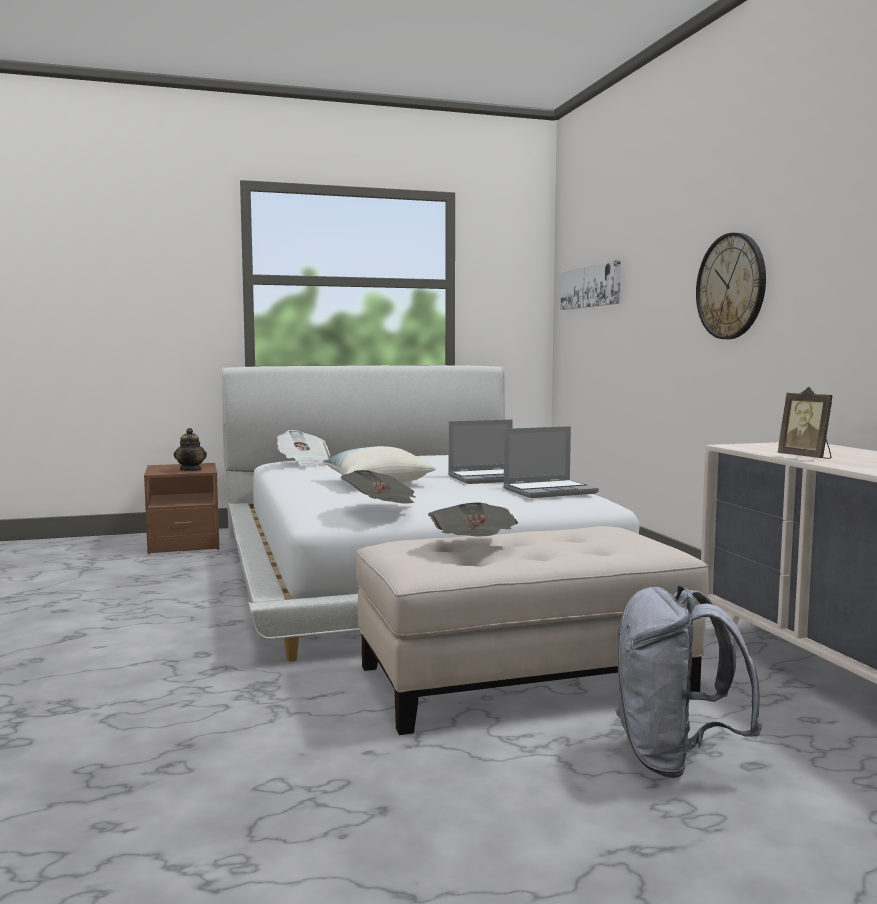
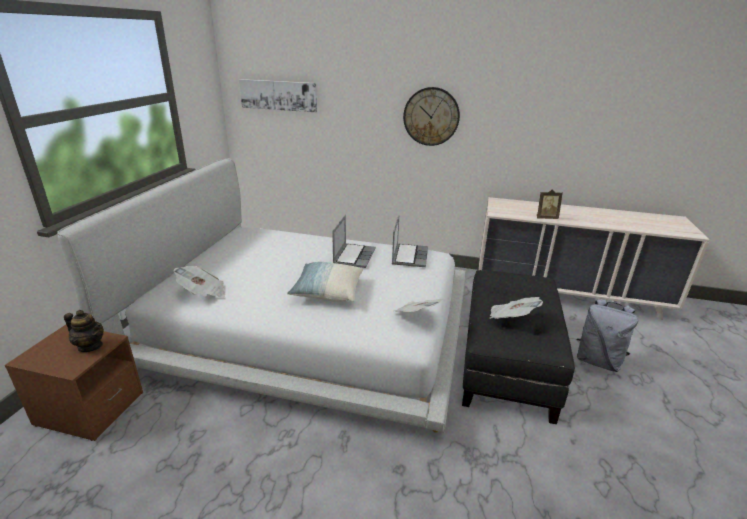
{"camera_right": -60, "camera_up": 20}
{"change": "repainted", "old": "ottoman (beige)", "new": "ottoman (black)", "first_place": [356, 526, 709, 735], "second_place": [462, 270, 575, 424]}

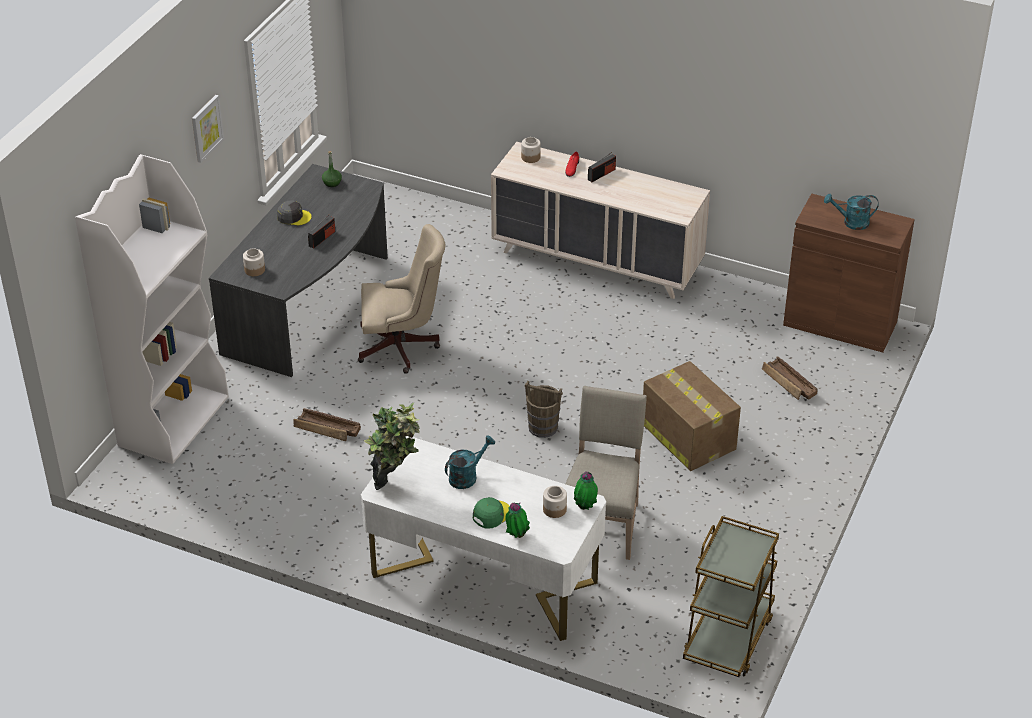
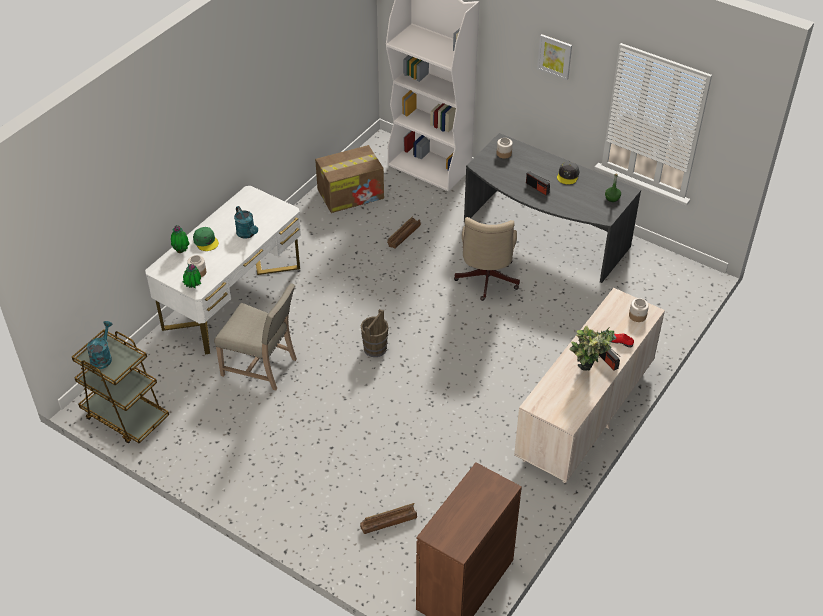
{"camera_right": 100, "camera_up": 5}
{"change": "shifted", "old": "watering can (turquoise)", "first_place": [824, 194, 879, 230], "second_place": [87, 321, 112, 369]}
{"change": "shifted", "old": "cardboard box", "first_place": [643, 361, 741, 471], "second_place": [315, 145, 384, 213]}
{"change": "shifted", "old": "potted plant", "first_place": [363, 402, 420, 490], "second_place": [569, 326, 617, 371]}

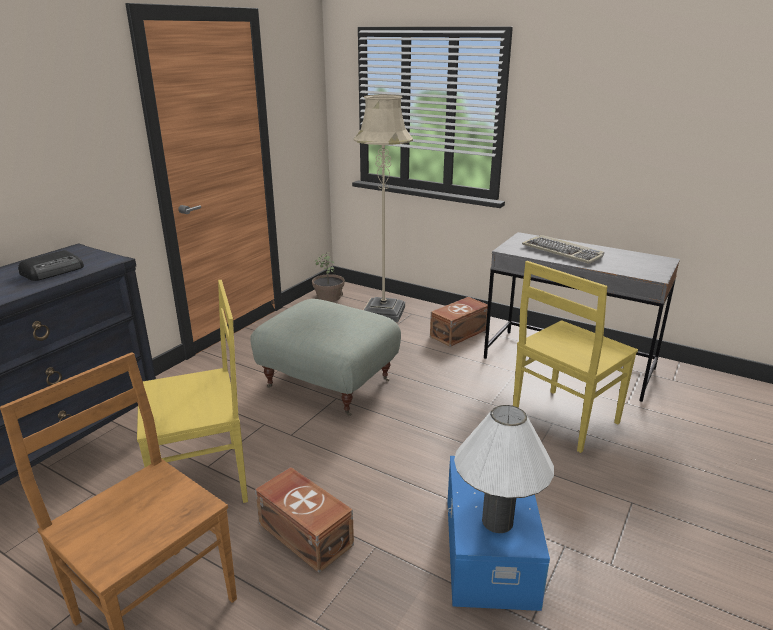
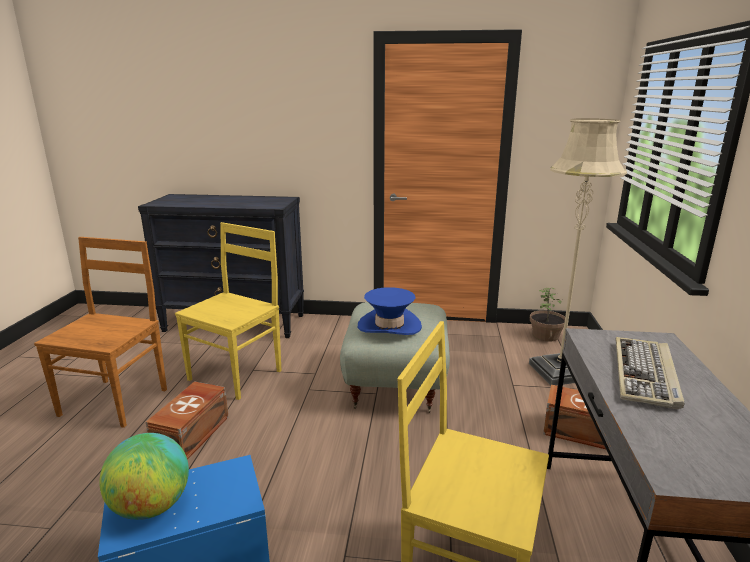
{"camera_right": 65, "camera_up": -5}
{"change": "gone", "old": "radio", "first_place": [18, 250, 84, 281]}
{"change": "rotated", "old": "chair (yellow)", "first_place": [137, 280, 248, 503], "second_place": [175, 222, 281, 400], "degrees": -105}
{"change": "swapped", "old": "table lamp (white)", "new": "globe", "first_place": [454, 405, 554, 533], "second_place": [99, 433, 189, 520]}
{"change": "new", "new": "hat (blue)", "second_place": [358, 287, 422, 335]}

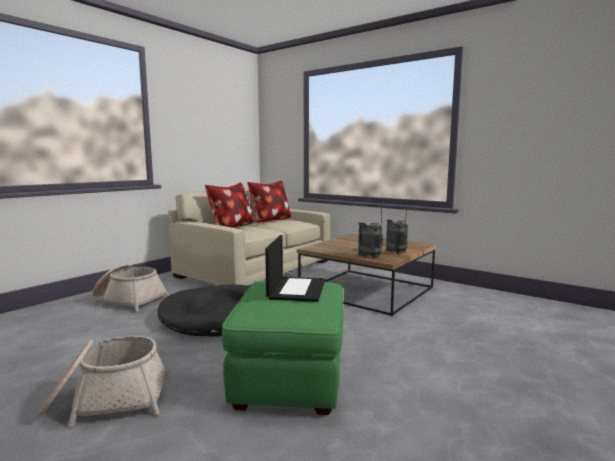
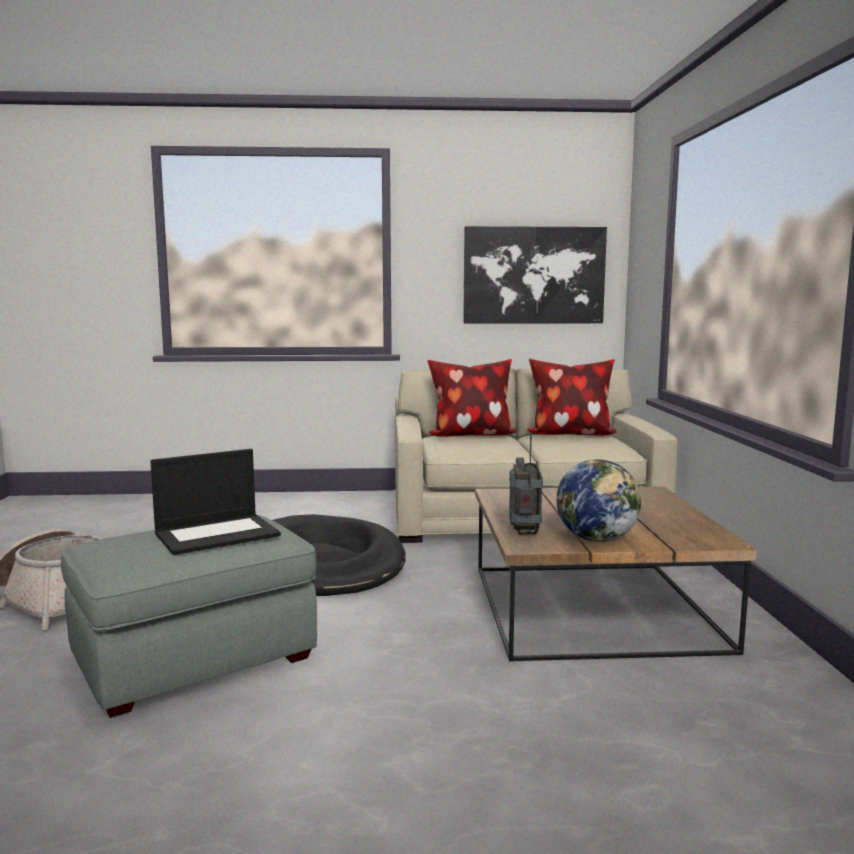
{"camera_right": 50, "camera_up": 0}
{"change": "swapped", "old": "radio", "new": "globe", "first_place": [385, 206, 408, 254], "second_place": [556, 459, 641, 542]}
{"change": "gone", "old": "basket", "first_place": [92, 264, 169, 312]}
{"change": "repainted", "old": "ottoman (green)", "new": "ottoman (grey)", "first_place": [222, 281, 343, 415], "second_place": [61, 515, 317, 718]}
{"change": "new", "new": "picture", "second_place": [463, 226, 607, 324]}

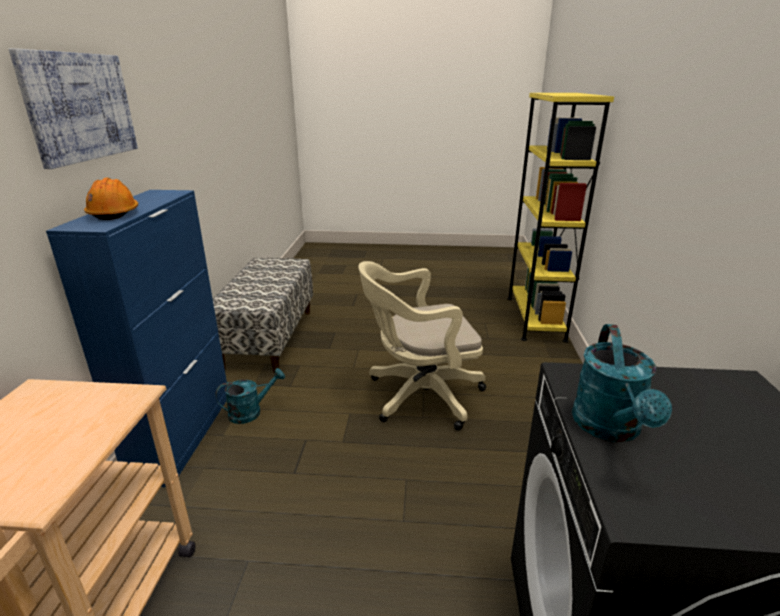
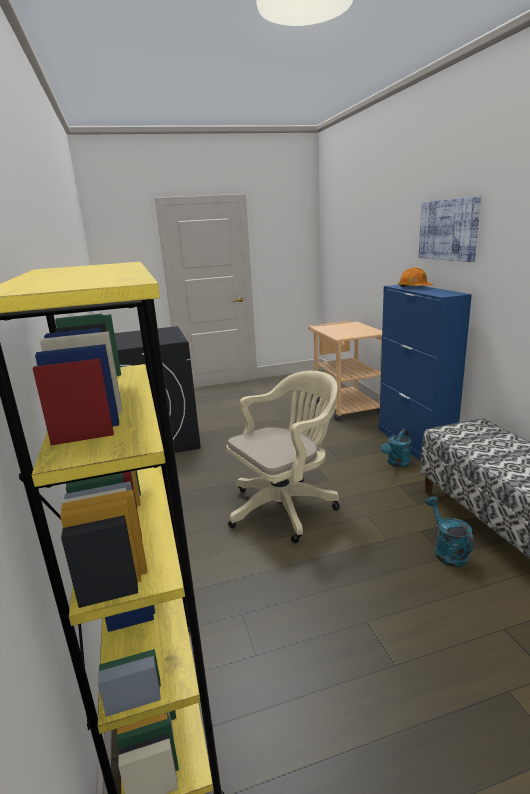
{"camera_right": 160, "camera_up": -5}
{"change": "shifted", "old": "watering can (turquoise)", "first_place": [572, 324, 672, 442], "second_place": [425, 497, 474, 567]}

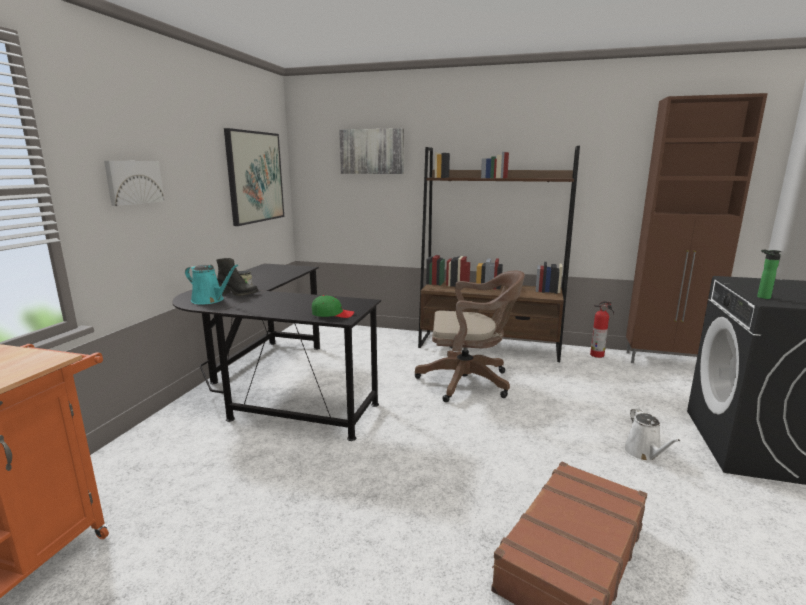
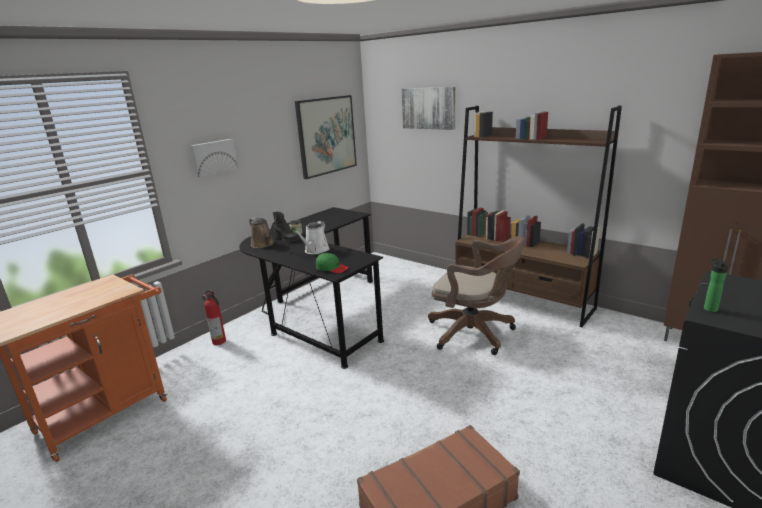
{"camera_right": 25, "camera_up": 5}
{"change": "repainted", "old": "watering can (turquoise)", "new": "watering can (brown)", "first_place": [185, 265, 238, 304], "second_place": [249, 218, 276, 248]}
{"change": "shifted", "old": "fire extinguisher", "first_place": [590, 301, 614, 358], "second_place": [202, 290, 226, 345]}
{"change": "shifted", "old": "watering can (white)", "first_place": [624, 409, 680, 462], "second_place": [294, 221, 330, 254]}

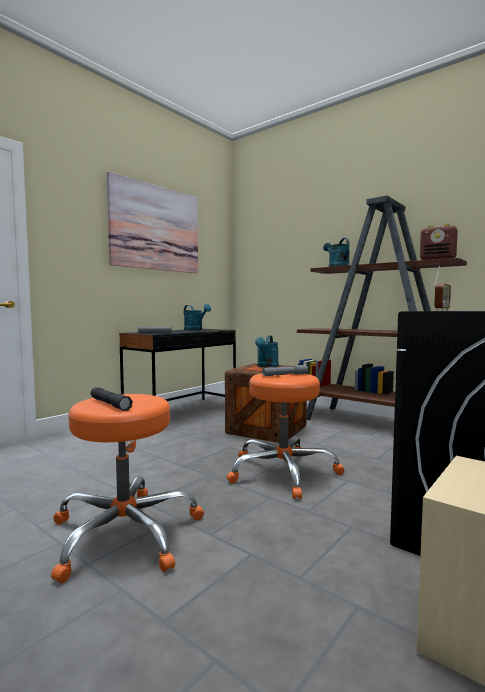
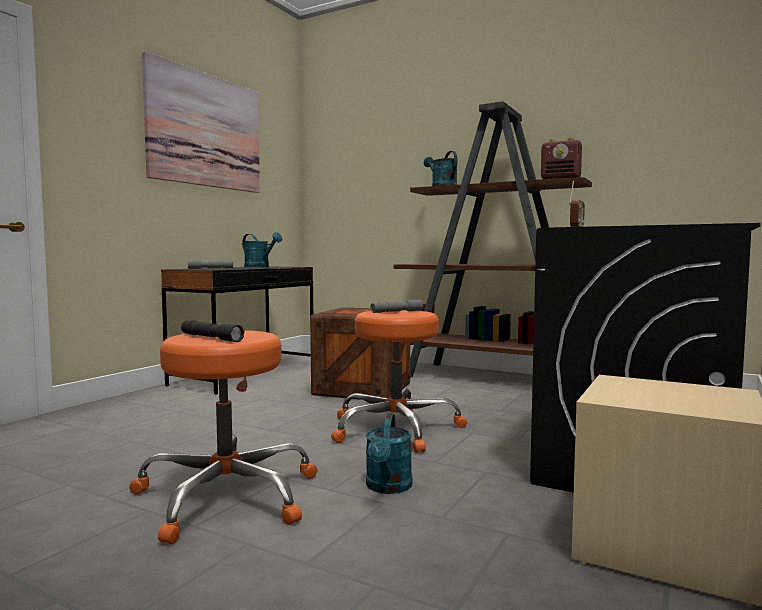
{"camera_right": -10, "camera_up": 0}
{"change": "shifted", "old": "watering can (turquoise)", "first_place": [255, 336, 279, 367], "second_place": [366, 414, 412, 494]}

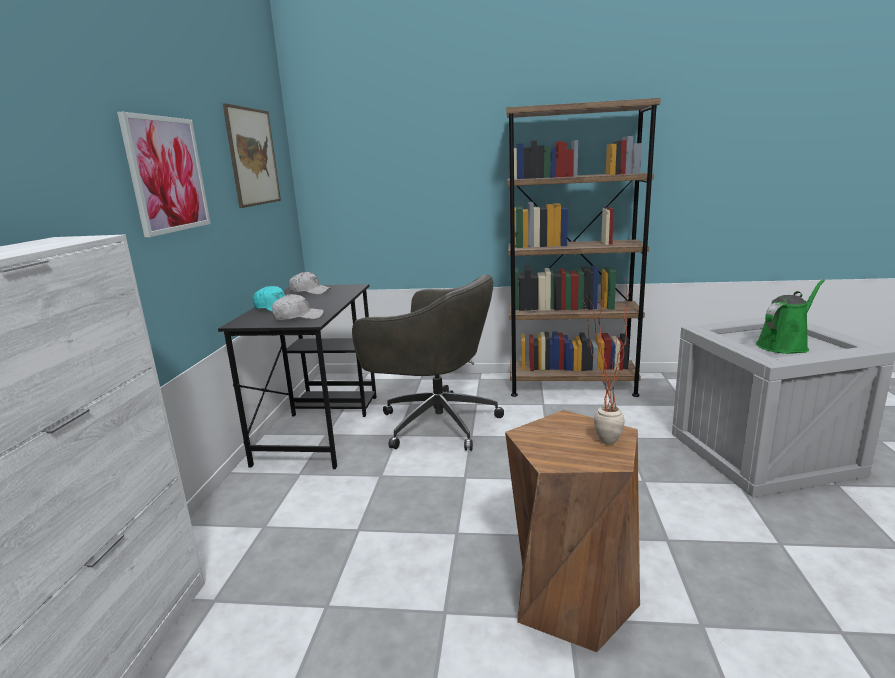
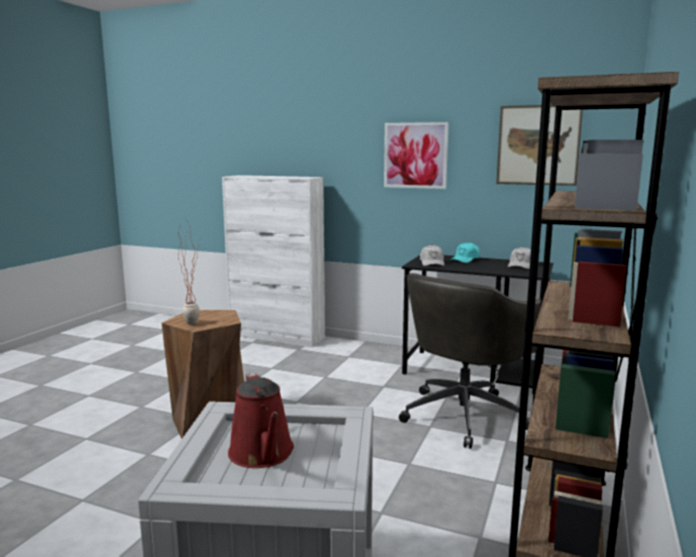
{"camera_right": 105, "camera_up": -5}
{"change": "repainted", "old": "watering can (green)", "new": "watering can (red)", "first_place": [756, 279, 825, 354], "second_place": [228, 372, 294, 468]}

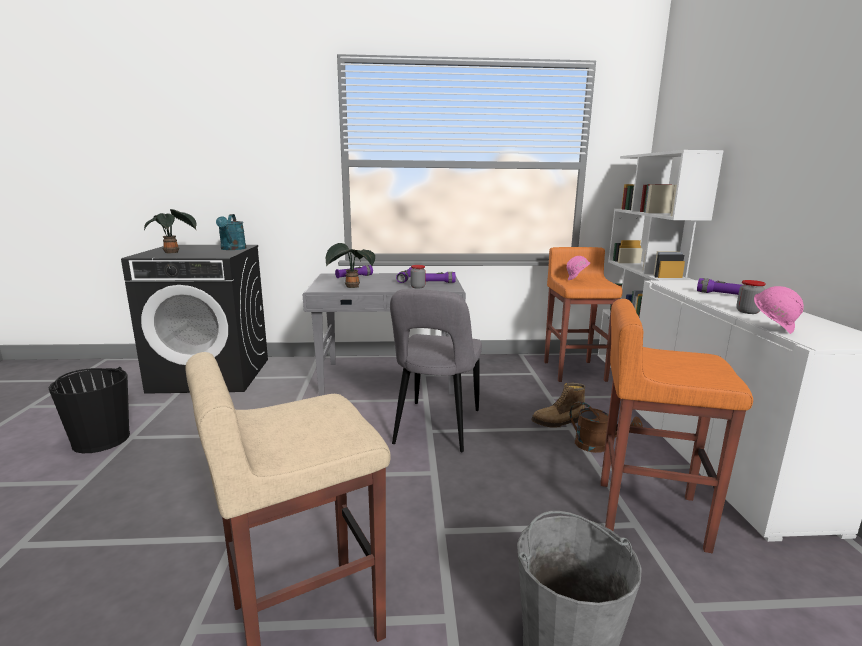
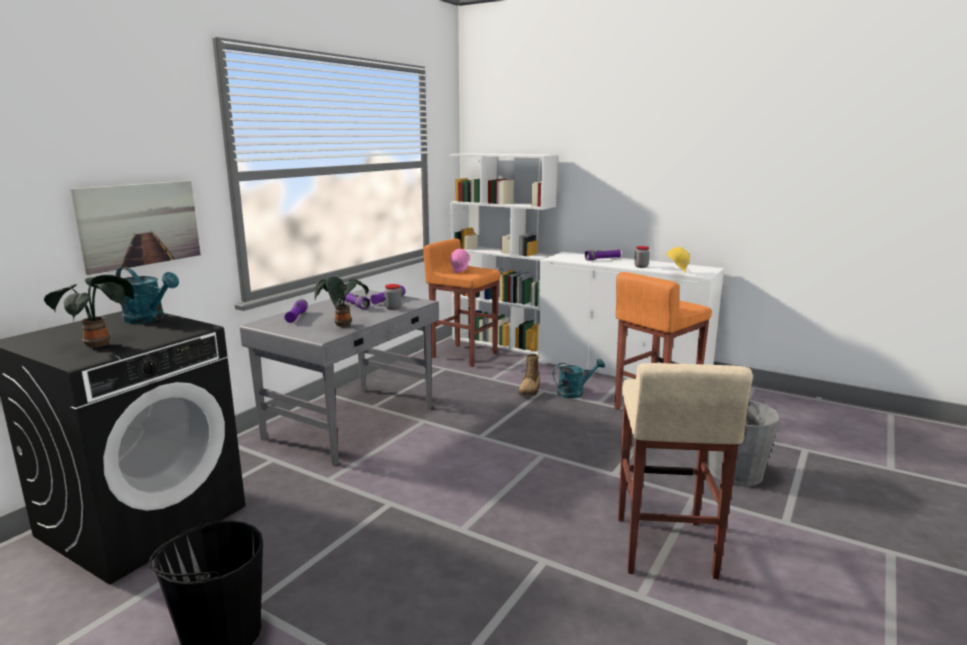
{"camera_right": -55, "camera_up": 0}
{"change": "repainted", "old": "hard hat (pink)", "new": "hard hat (yellow)", "first_place": [754, 286, 804, 334], "second_place": [665, 247, 690, 273]}
{"change": "gone", "old": "chair (grey)", "first_place": [390, 289, 482, 452]}
{"change": "repainted", "old": "watering can (brown)", "new": "watering can (turquoise)", "first_place": [570, 401, 643, 453], "second_place": [553, 358, 605, 398]}
{"change": "new", "new": "picture", "second_place": [71, 181, 201, 275]}

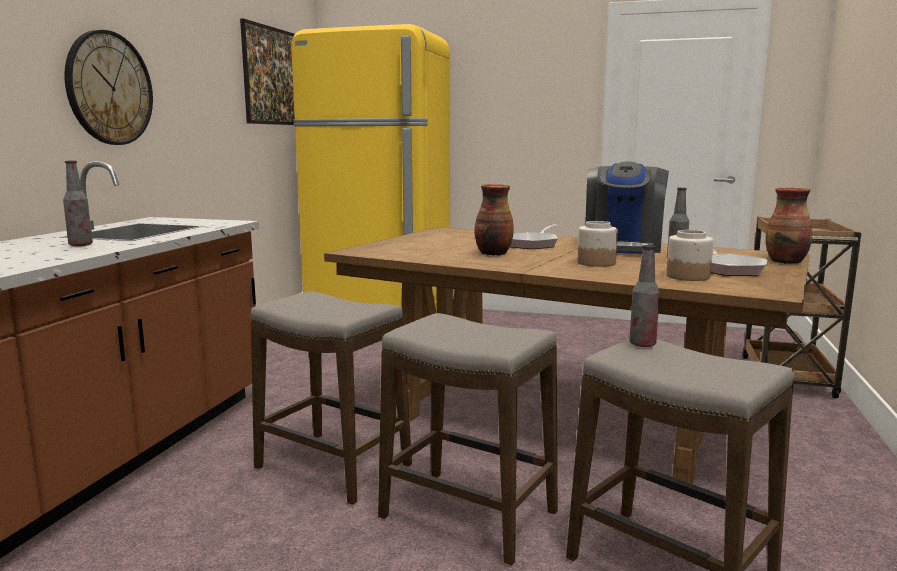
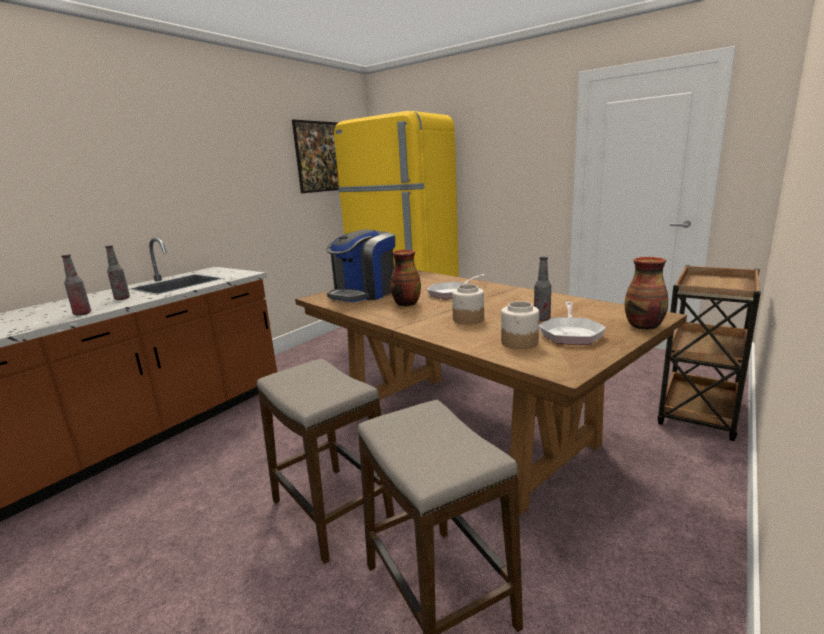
{"camera_right": 20, "camera_up": 5}
{"change": "gone", "old": "wall clock", "first_place": [64, 30, 153, 145]}
{"change": "shifted", "old": "coffee machine", "first_place": [585, 162, 669, 254], "second_place": [326, 229, 395, 302]}
{"change": "shifted", "old": "bottle", "first_place": [629, 245, 660, 347], "second_place": [61, 255, 91, 315]}
{"change": "gone", "old": "stool", "first_place": [251, 291, 412, 505]}

